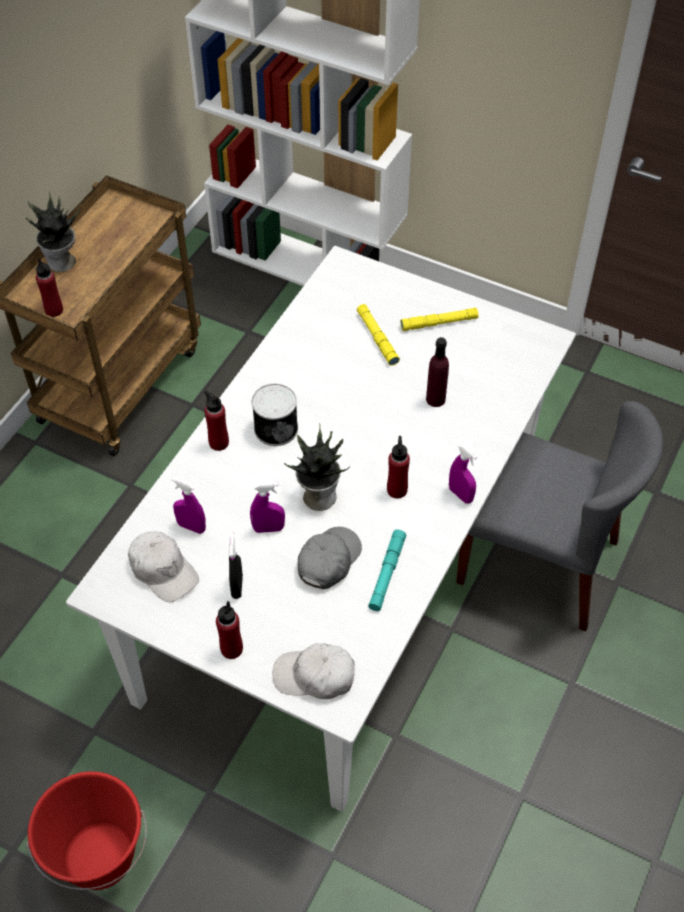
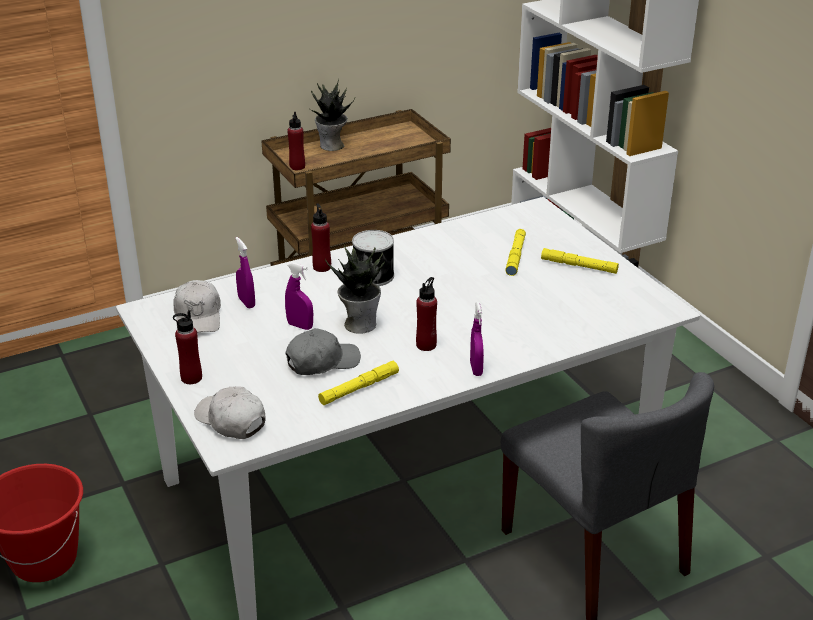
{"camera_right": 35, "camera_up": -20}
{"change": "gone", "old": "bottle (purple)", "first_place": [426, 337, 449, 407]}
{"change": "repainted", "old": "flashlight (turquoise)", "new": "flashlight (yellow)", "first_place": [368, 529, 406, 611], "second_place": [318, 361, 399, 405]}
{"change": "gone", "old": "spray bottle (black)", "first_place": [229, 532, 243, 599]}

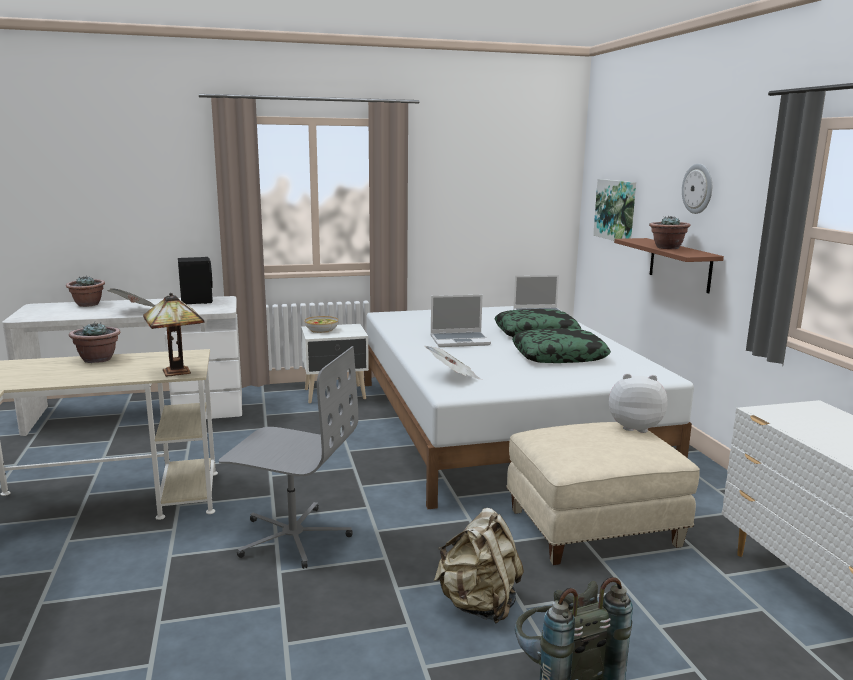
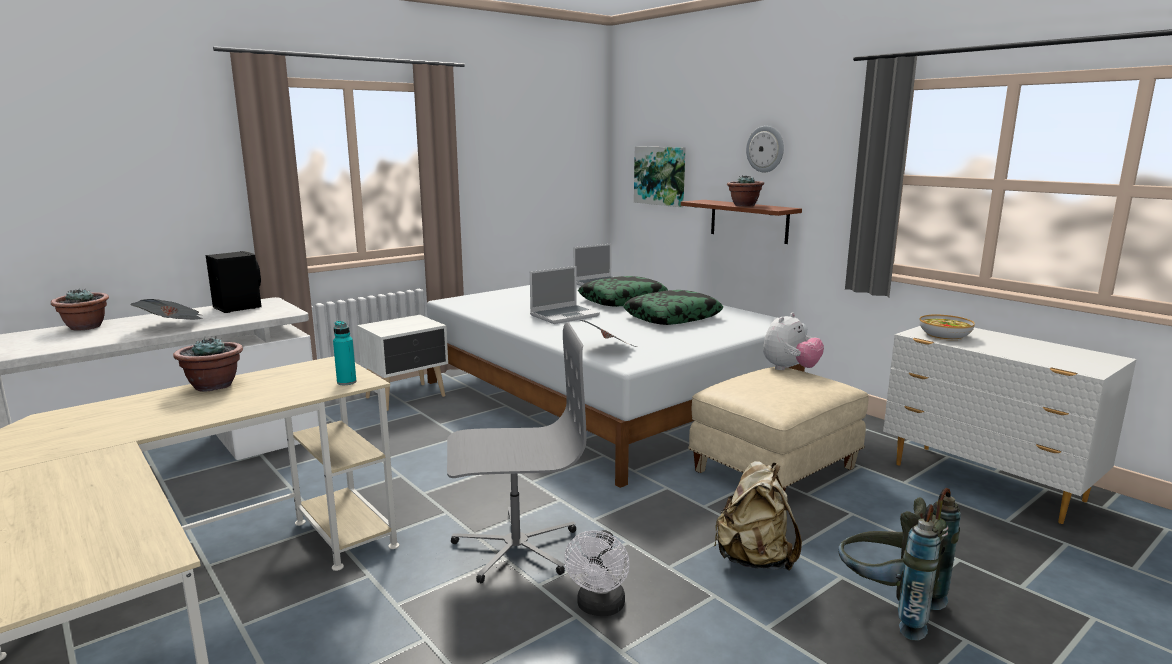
{"camera_right": -25, "camera_up": 0}
{"change": "swapped", "old": "table lamp", "new": "bottle (turquoise)", "first_place": [143, 293, 205, 377], "second_place": [333, 321, 356, 385]}
{"change": "shifted", "old": "bowl", "first_place": [305, 316, 338, 333], "second_place": [919, 315, 975, 340]}
{"change": "rotated", "old": "plush toy", "first_place": [609, 373, 668, 433], "second_place": [763, 313, 824, 370], "degrees": 150}
{"change": "new", "new": "fan (white)", "second_place": [564, 530, 630, 616]}

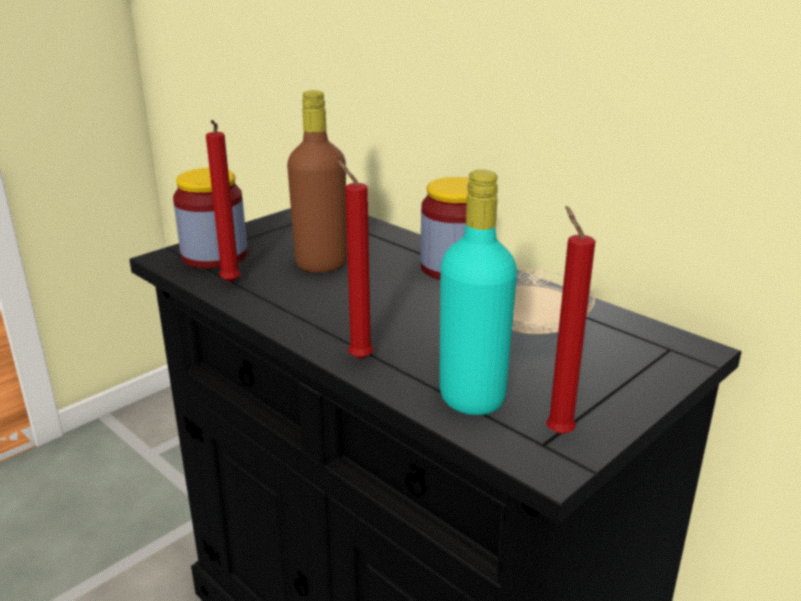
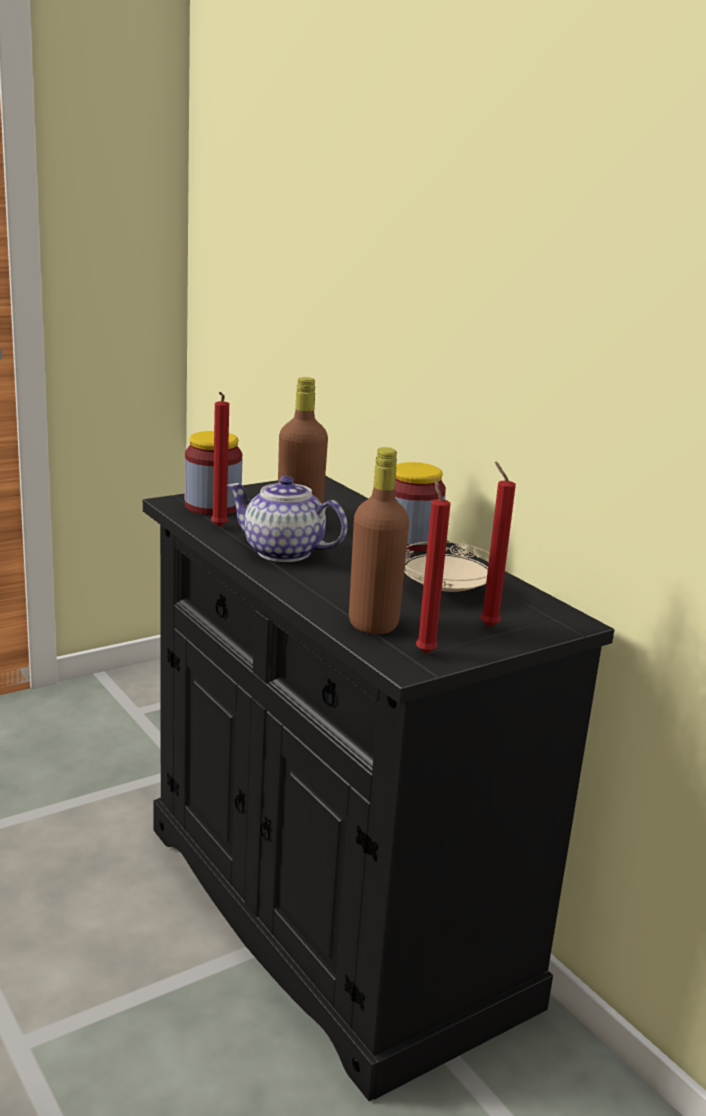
{"camera_right": 10, "camera_up": -5}
{"change": "shifted", "old": "candle (red)", "first_place": [338, 160, 373, 359], "second_place": [480, 461, 516, 627]}
{"change": "repainted", "old": "bottle (turquoise)", "new": "bottle (brown)", "first_place": [439, 169, 517, 415], "second_place": [349, 447, 409, 634]}
{"change": "new", "new": "teapot", "second_place": [227, 476, 348, 562]}

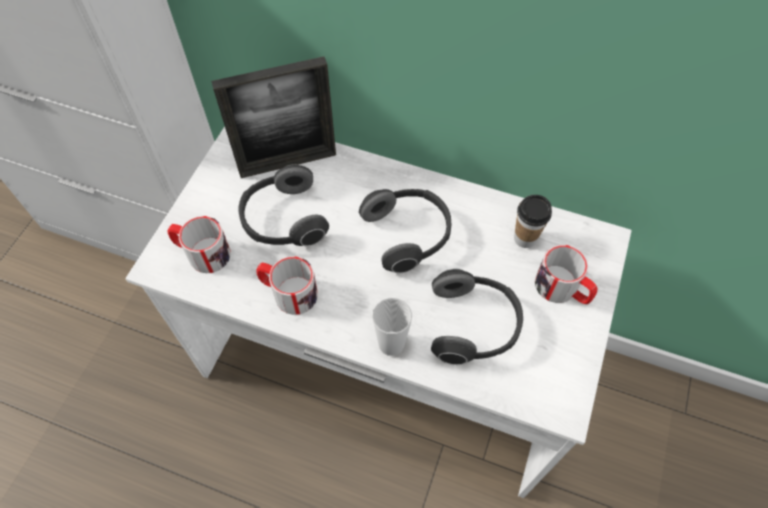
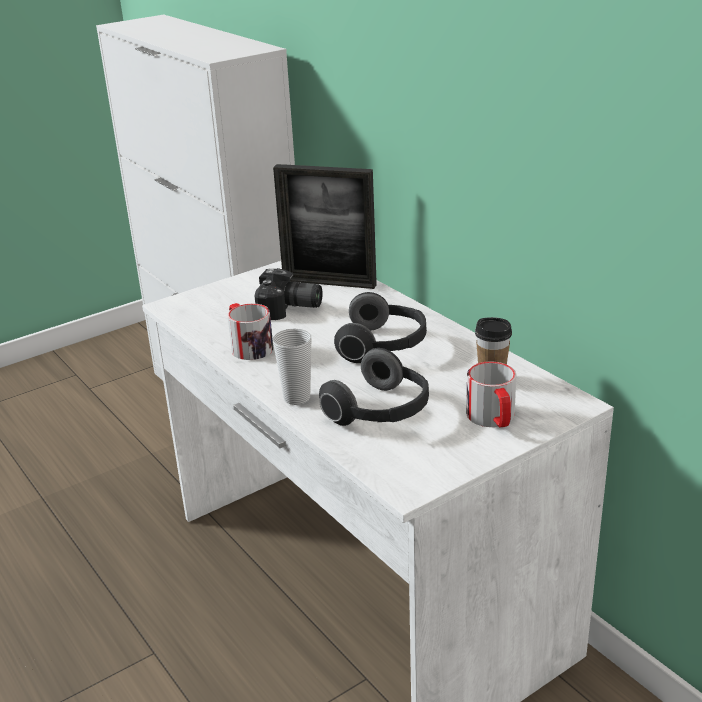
{"camera_right": 35, "camera_up": -30}
{"change": "swapped", "old": "headphones", "new": "photo camera", "first_place": [239, 164, 329, 246], "second_place": [255, 268, 323, 320]}
{"change": "gone", "old": "mug", "first_place": [167, 216, 231, 273]}

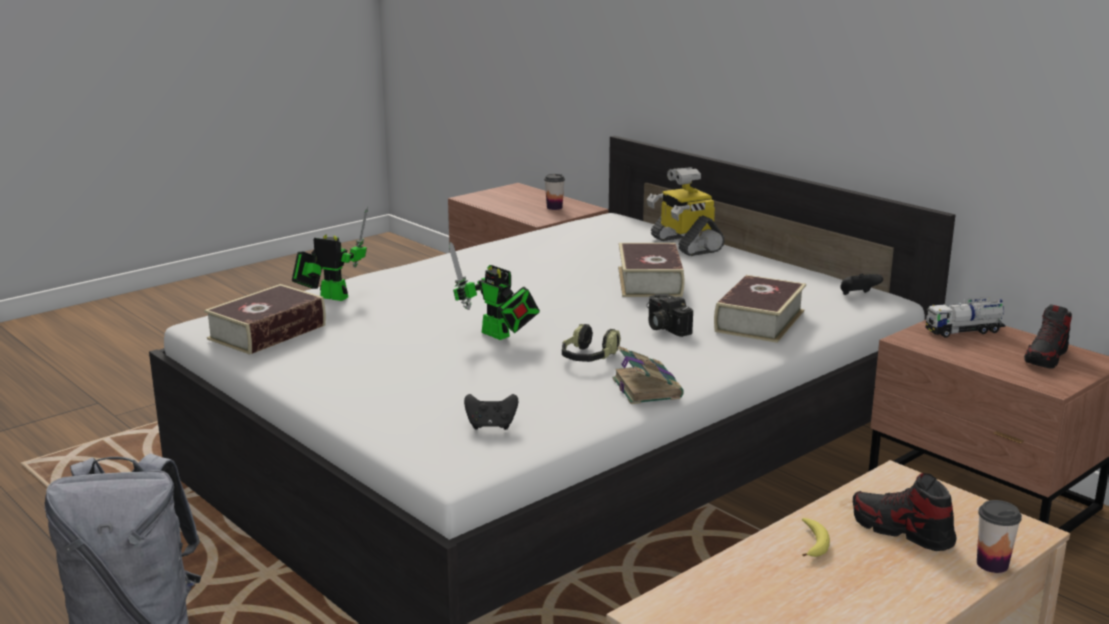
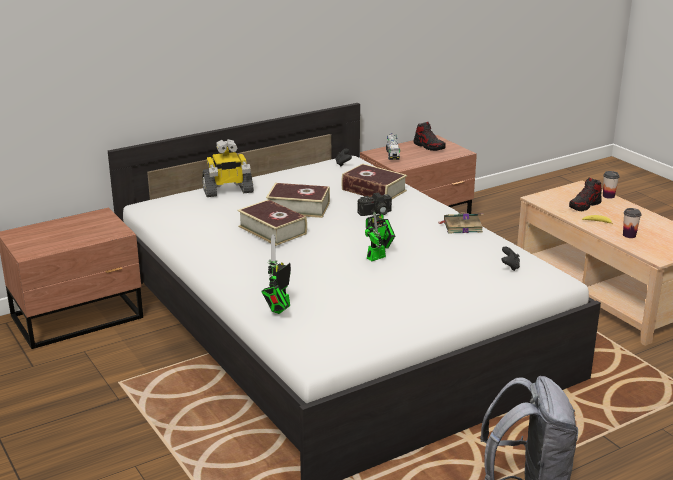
{"camera_right": -80, "camera_up": 5}
{"change": "shifted", "old": "cup", "first_place": [544, 174, 565, 210], "second_place": [623, 208, 641, 238]}
{"change": "shifted", "old": "book", "first_place": [204, 284, 326, 355], "second_place": [237, 199, 307, 246]}
{"change": "gone", "old": "headphones", "first_place": [562, 324, 621, 362]}

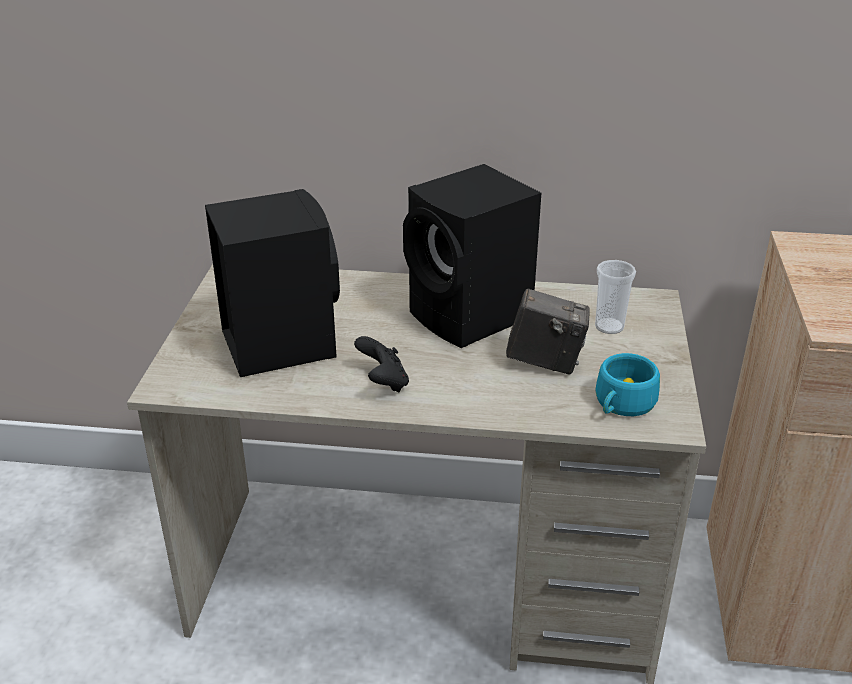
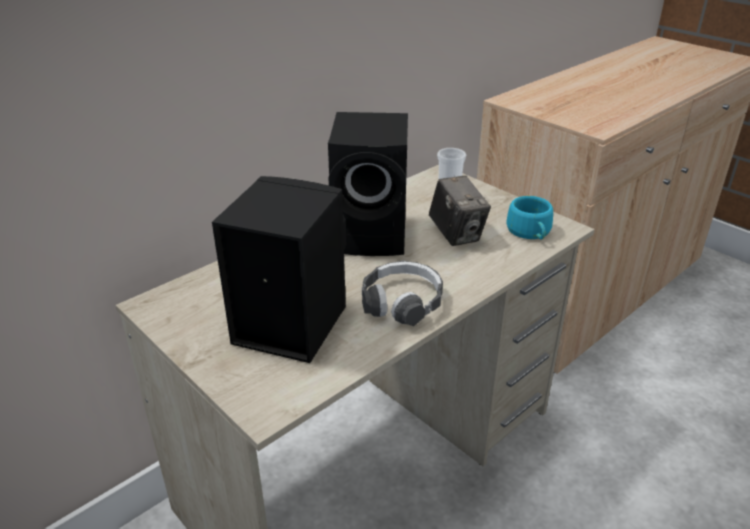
{"camera_right": -50, "camera_up": 0}
{"change": "rotated", "old": "photo camera", "first_place": [506, 288, 590, 374], "second_place": [429, 176, 491, 246], "degrees": 105}
{"change": "swapped", "old": "game controller (black)", "new": "headphones", "first_place": [354, 336, 409, 392], "second_place": [362, 260, 443, 326]}

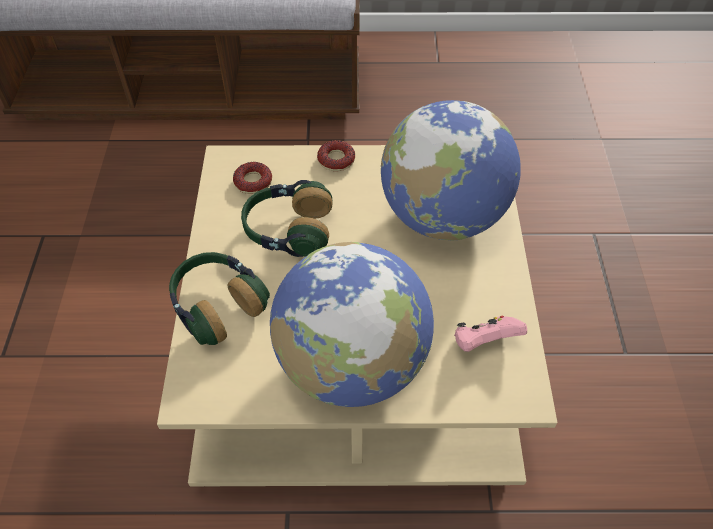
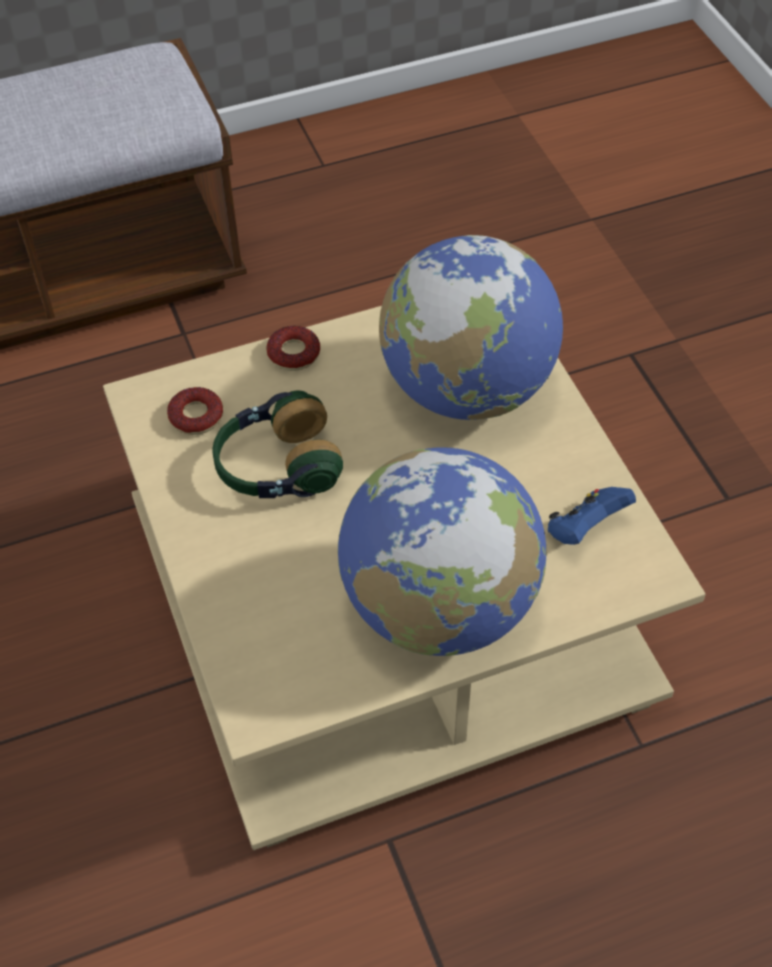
{"camera_right": -20, "camera_up": 0}
{"change": "gone", "old": "headphones", "first_place": [169, 252, 270, 345]}
{"change": "repainted", "old": "game controller (pink)", "new": "game controller (blue)", "first_place": [454, 315, 527, 352], "second_place": [548, 487, 636, 545]}

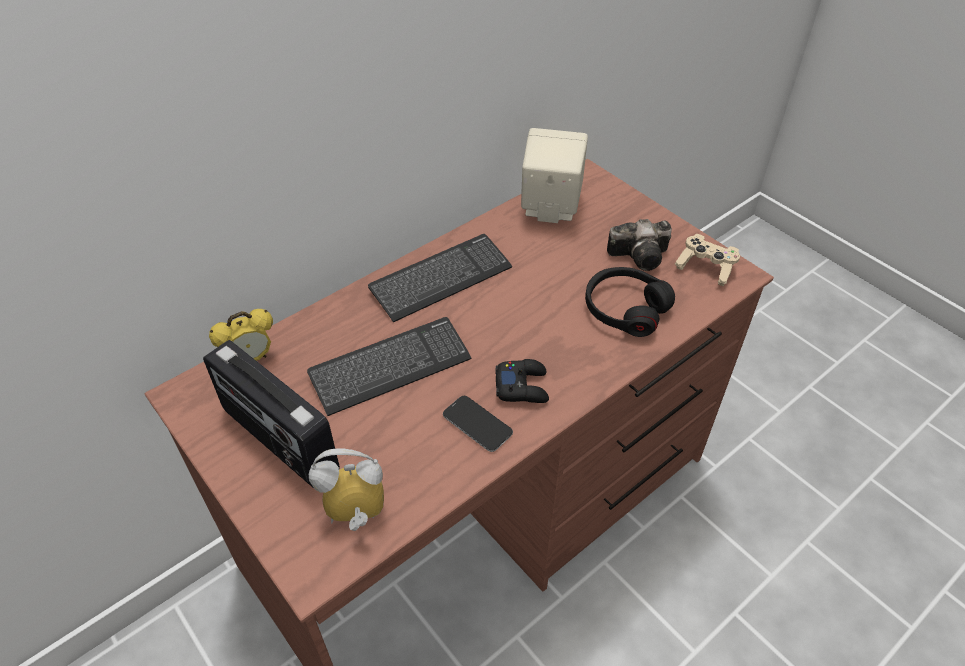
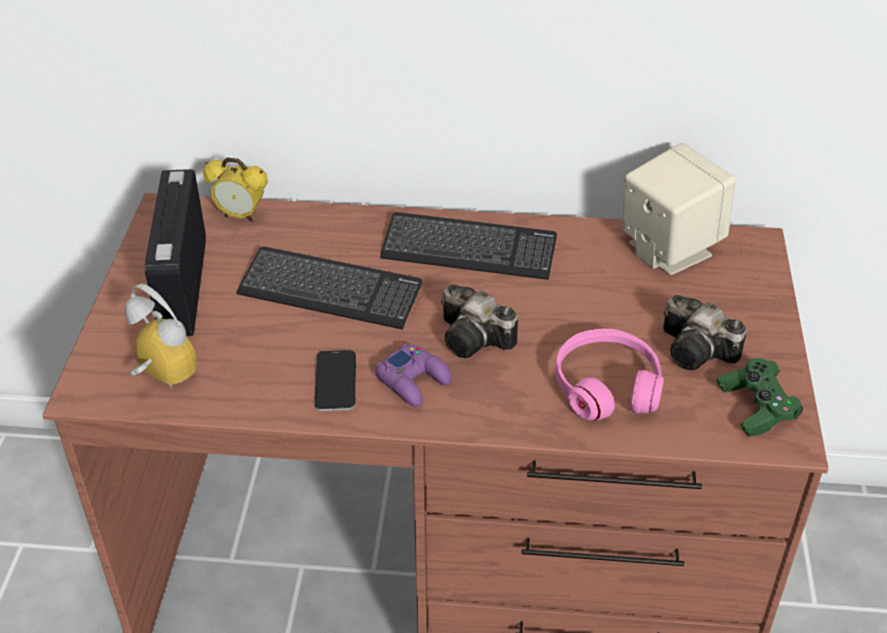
{"camera_right": 45, "camera_up": -5}
{"change": "repainted", "old": "game controller (beige)", "new": "game controller (green)", "first_place": [675, 234, 740, 286], "second_place": [717, 358, 803, 437]}
{"change": "repainted", "old": "headphones (black)", "new": "headphones (pink)", "first_place": [585, 267, 675, 337], "second_place": [555, 329, 664, 421]}
{"change": "repainted", "old": "game controller (black)", "new": "game controller (purple)", "first_place": [495, 359, 549, 403], "second_place": [376, 344, 452, 407]}
{"change": "new", "new": "photo camera", "second_place": [441, 284, 518, 358]}

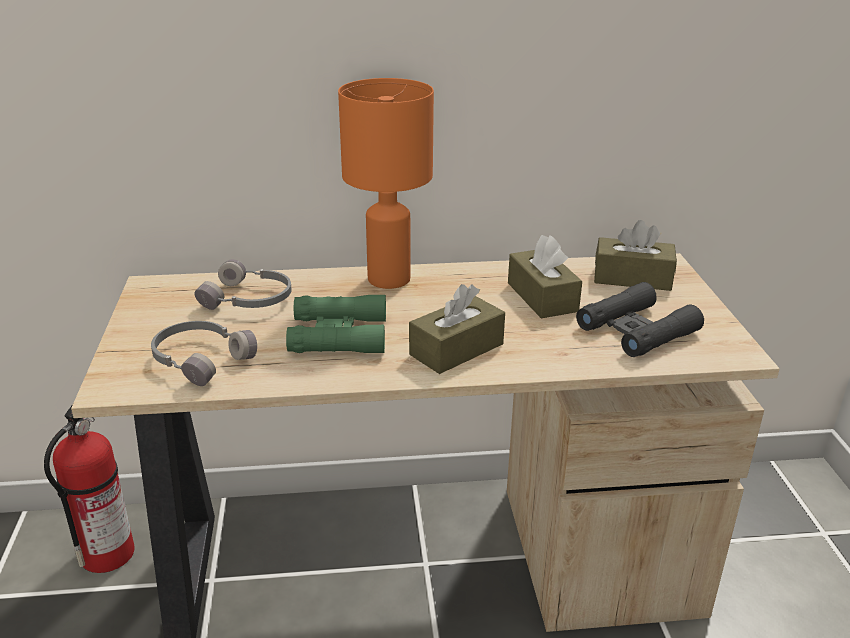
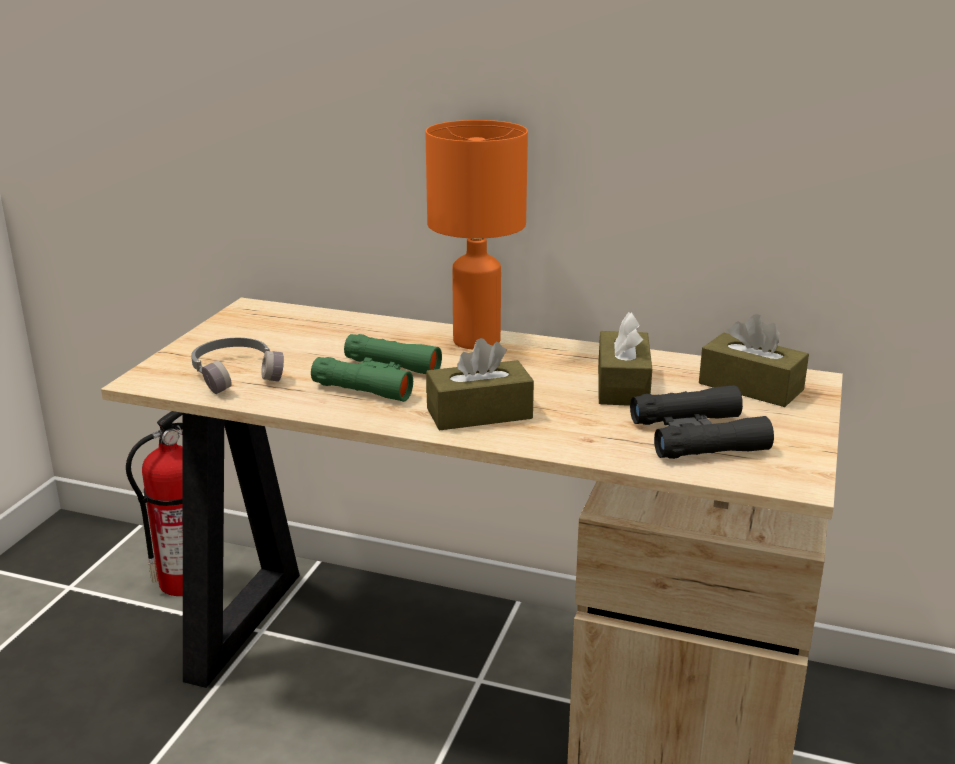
{"camera_right": 25, "camera_up": -5}
{"change": "gone", "old": "headphones (grey)", "first_place": [194, 259, 292, 310]}

